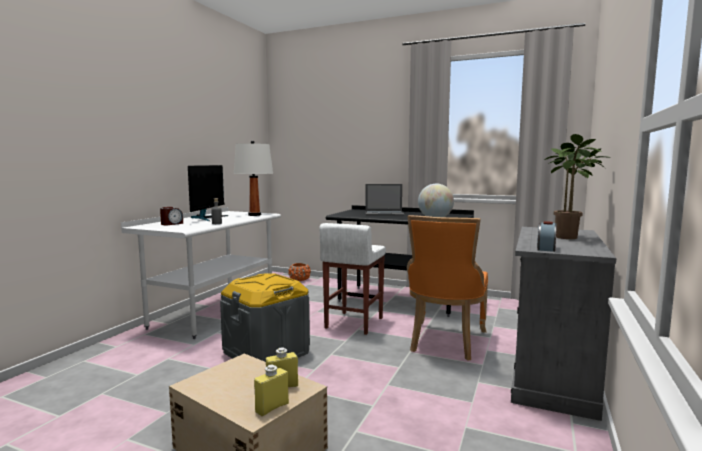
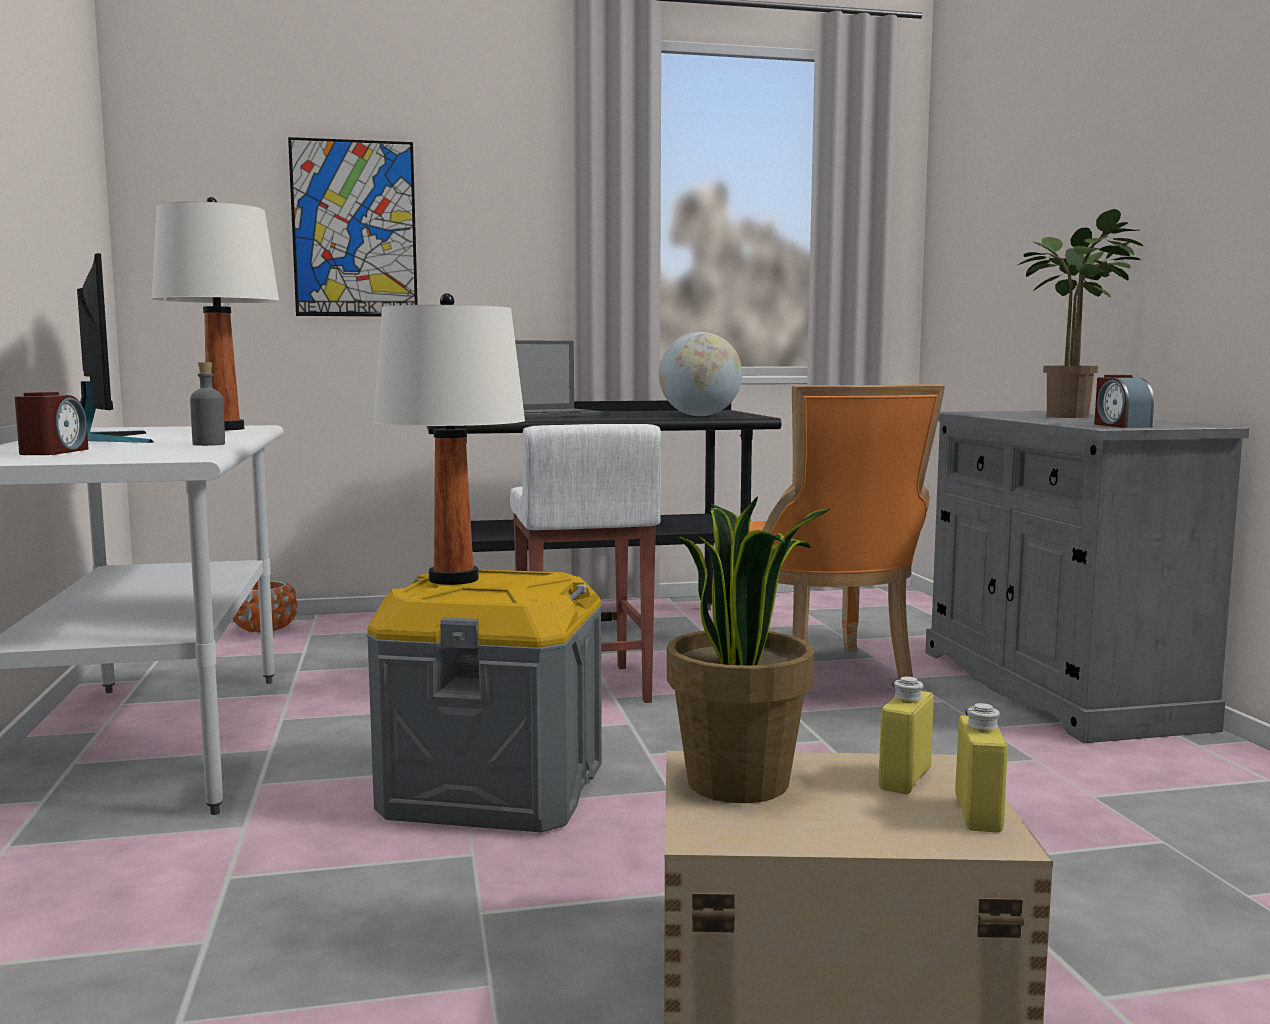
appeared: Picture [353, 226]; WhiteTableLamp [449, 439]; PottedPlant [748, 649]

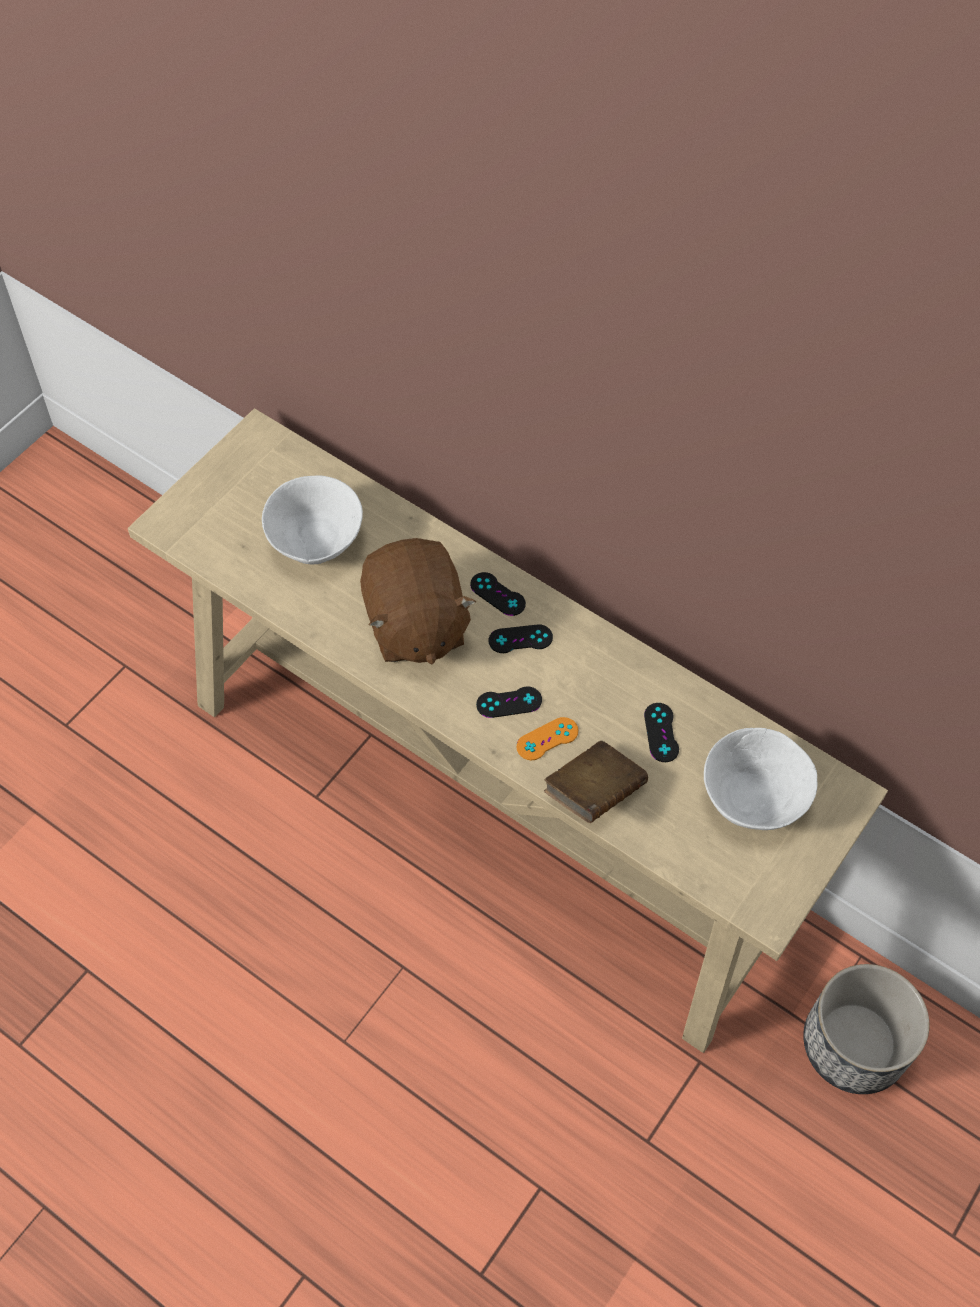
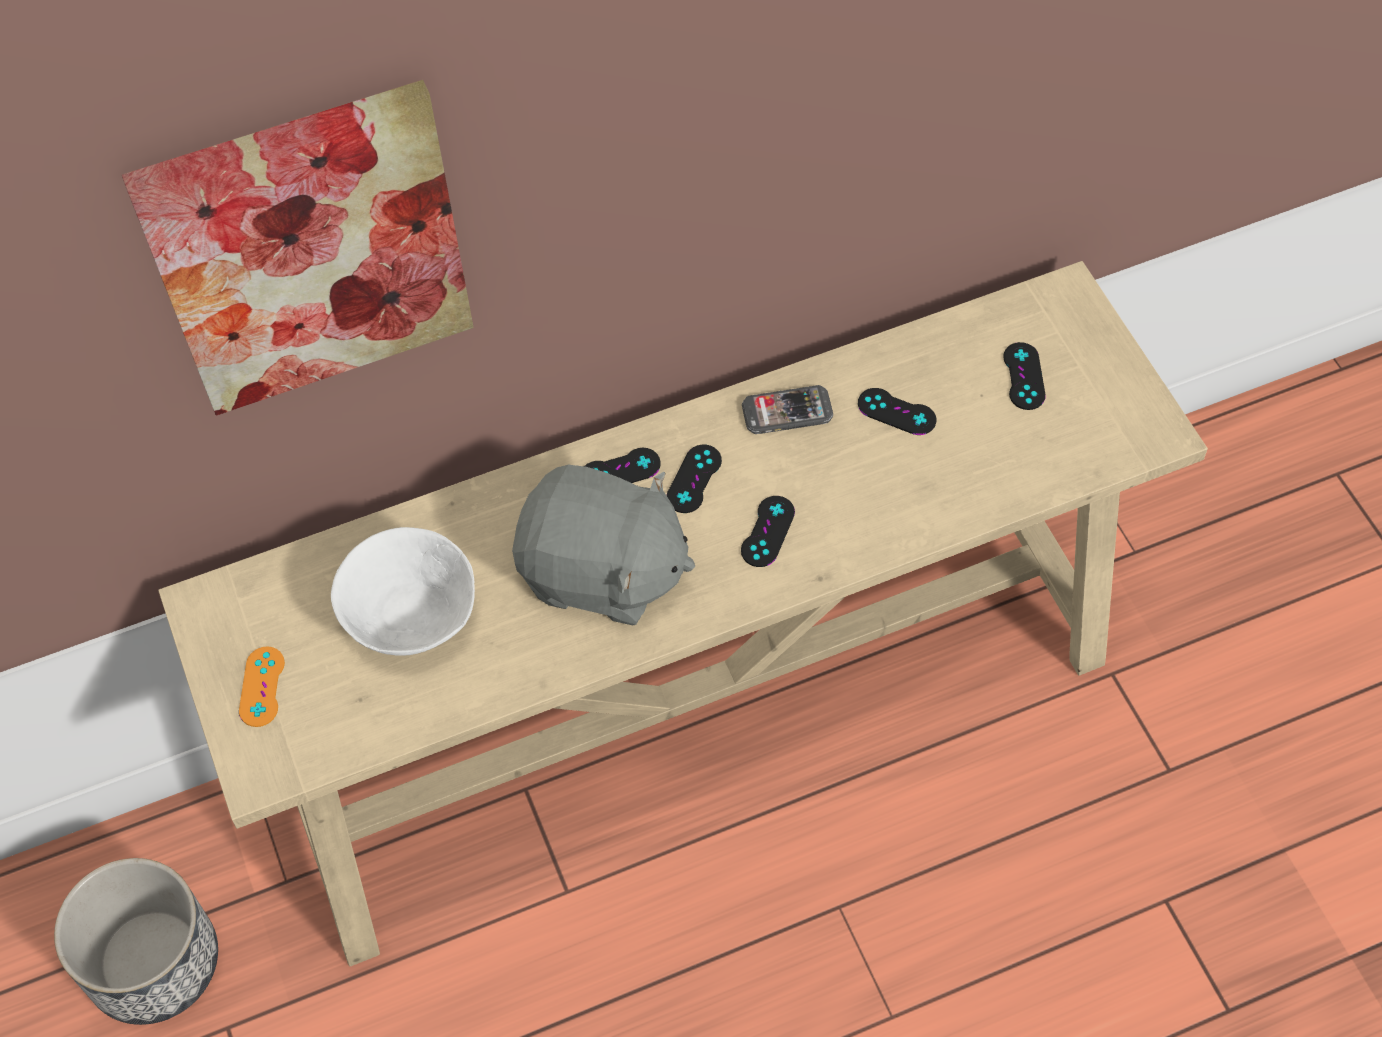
missing: BrownBook [596, 782]
appeared: Picture [298, 248]; Phone [787, 409]
relocated: OrangeGameController [547, 738] to [262, 686]; Planter [866, 1029] to [136, 941]
exchanged: WhiteBowl [760, 779] to BlackGameController [1024, 376]
colour: BrownPlushToy [418, 601] to GreyPlushToy [603, 545]

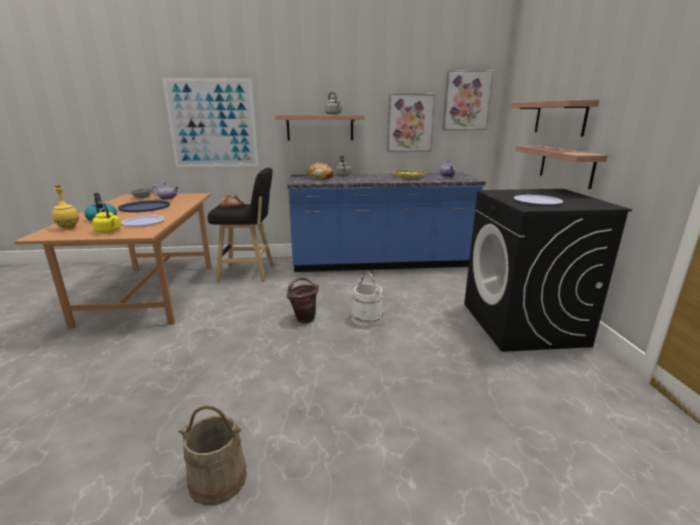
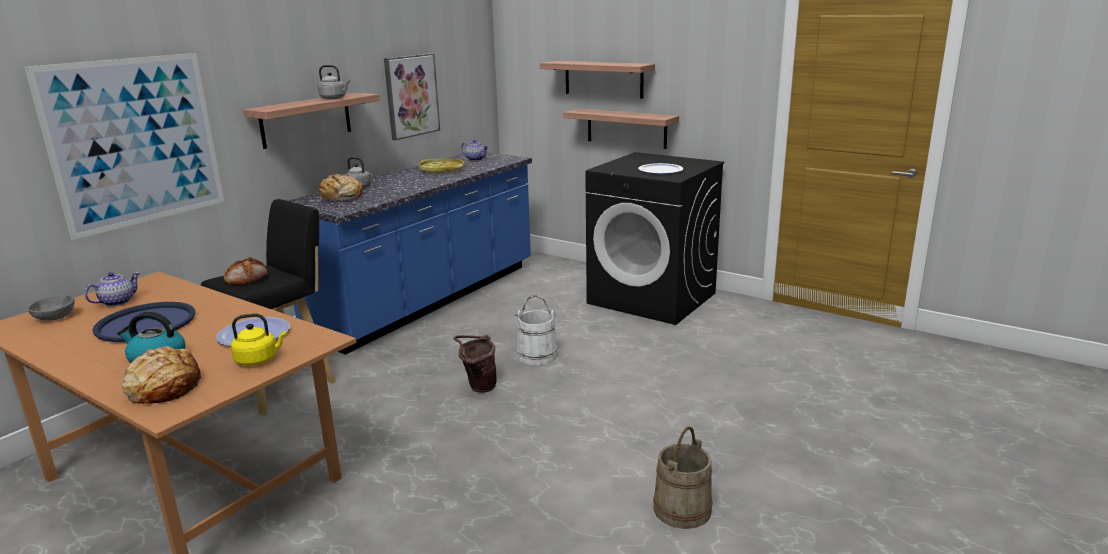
missing: Picture [468, 100]
exchanged: YellowBottle [65, 207] to Bread [161, 375]

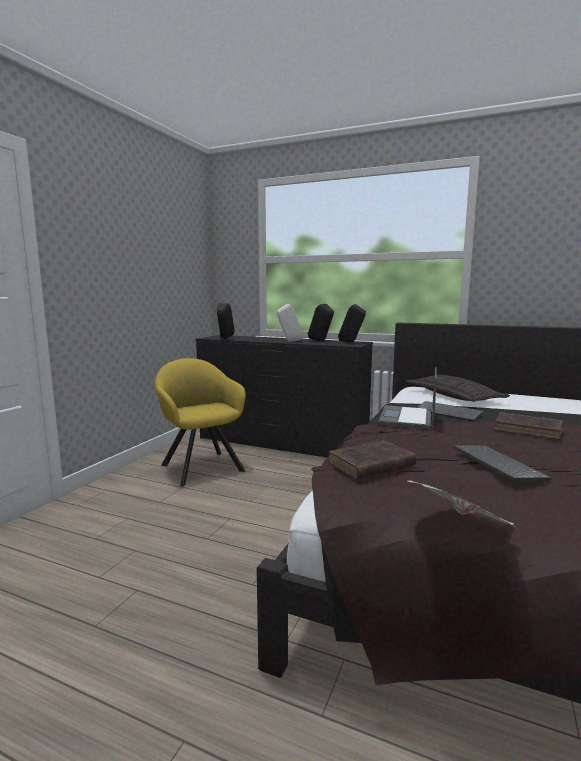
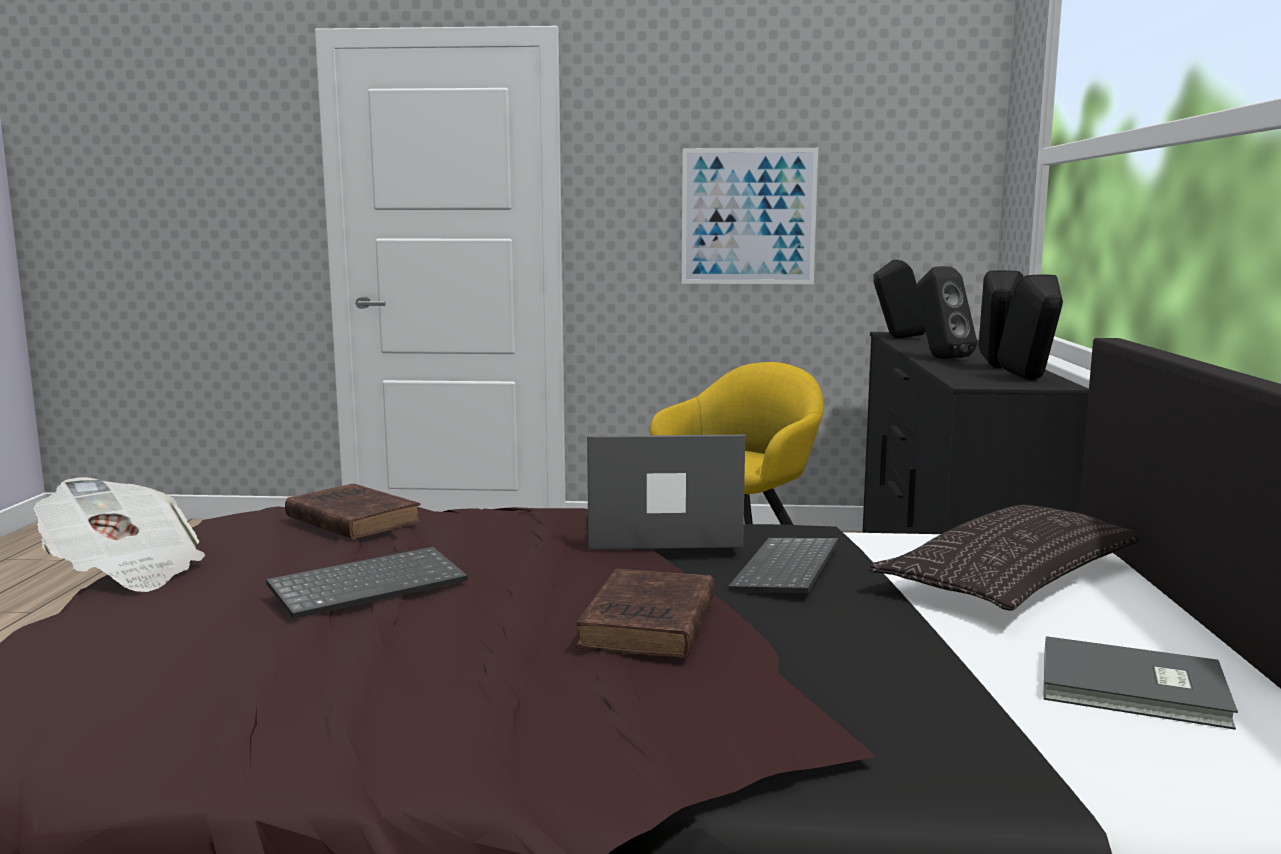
appeared: Picture [750, 216]; GreyBook [1140, 683]
colour: WhiteSpeaker [290, 323] to BlackSpeaker [946, 312]

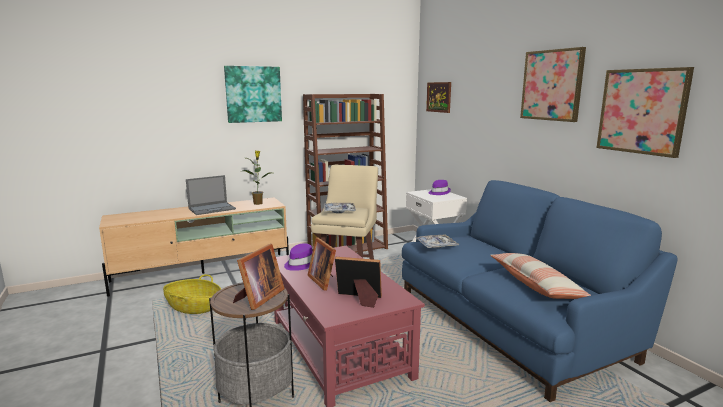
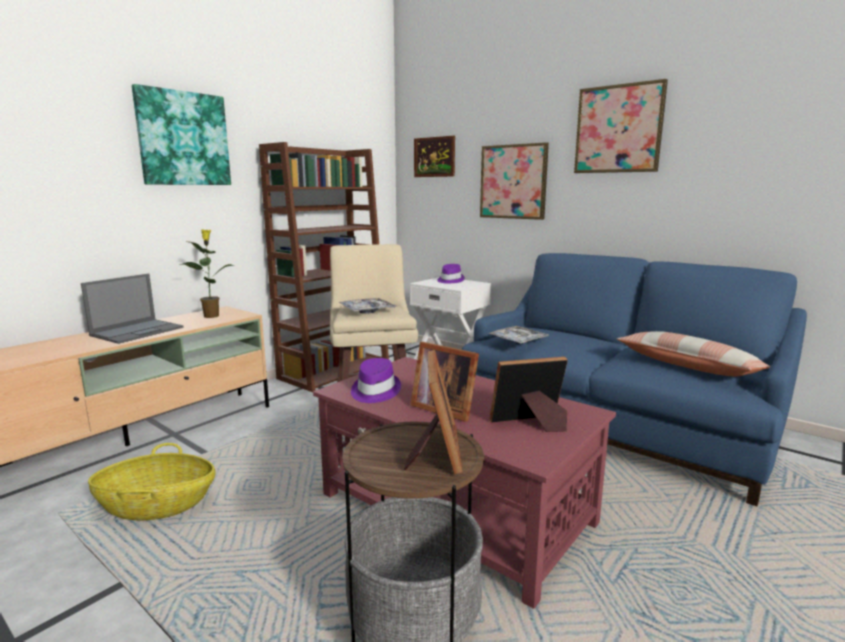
relocated: Picture [645, 112] to [514, 181]

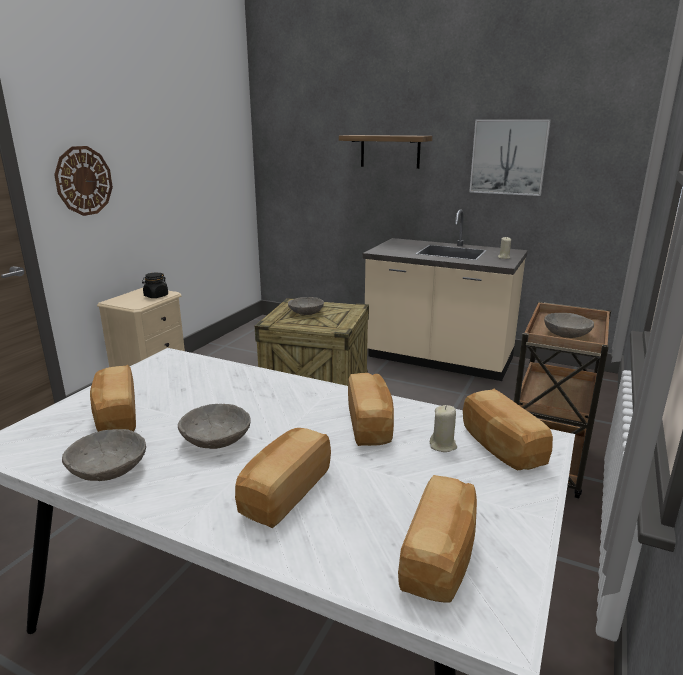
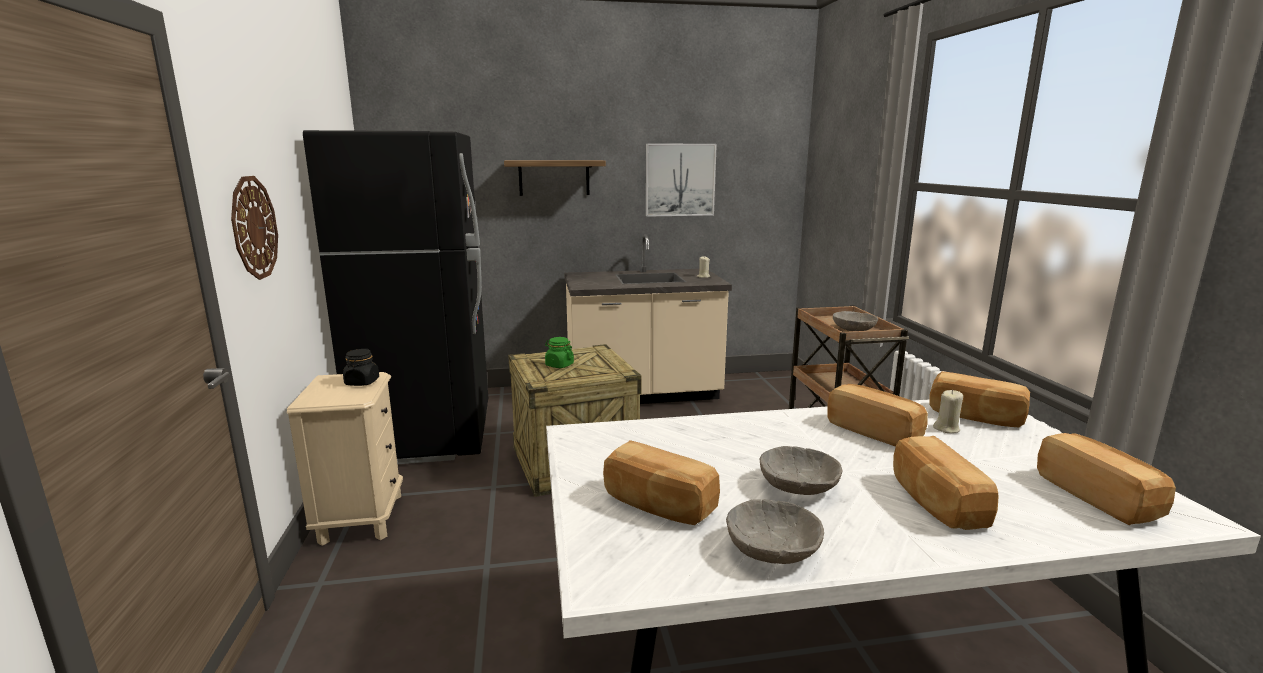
appeared: BlackFridge [395, 297]
exchanged: GreyBowl [306, 306] to GreenJar [559, 352]

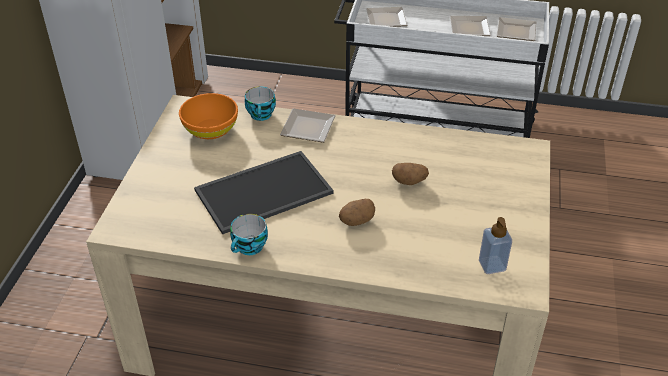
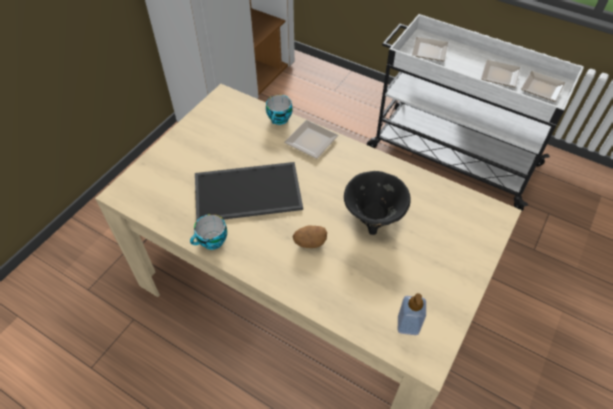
missing: OrangeBowl [208, 116]
exchanged: Potato [410, 174] to BlackBowl [377, 203]

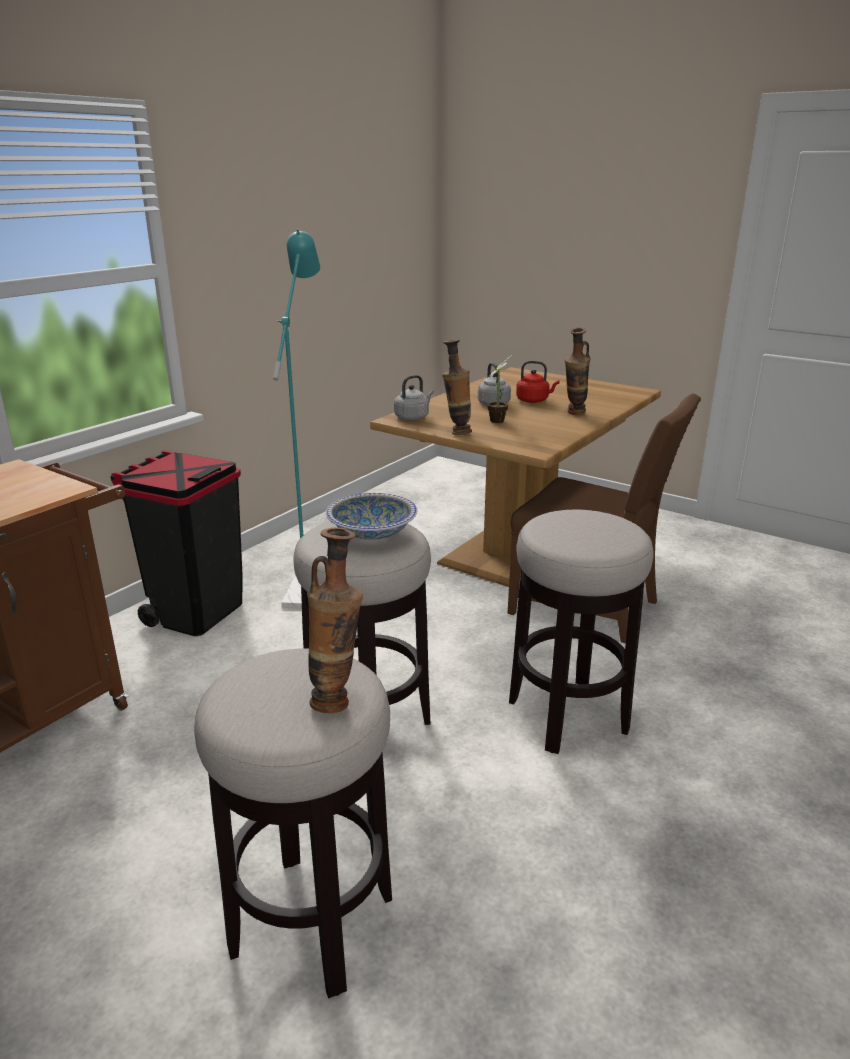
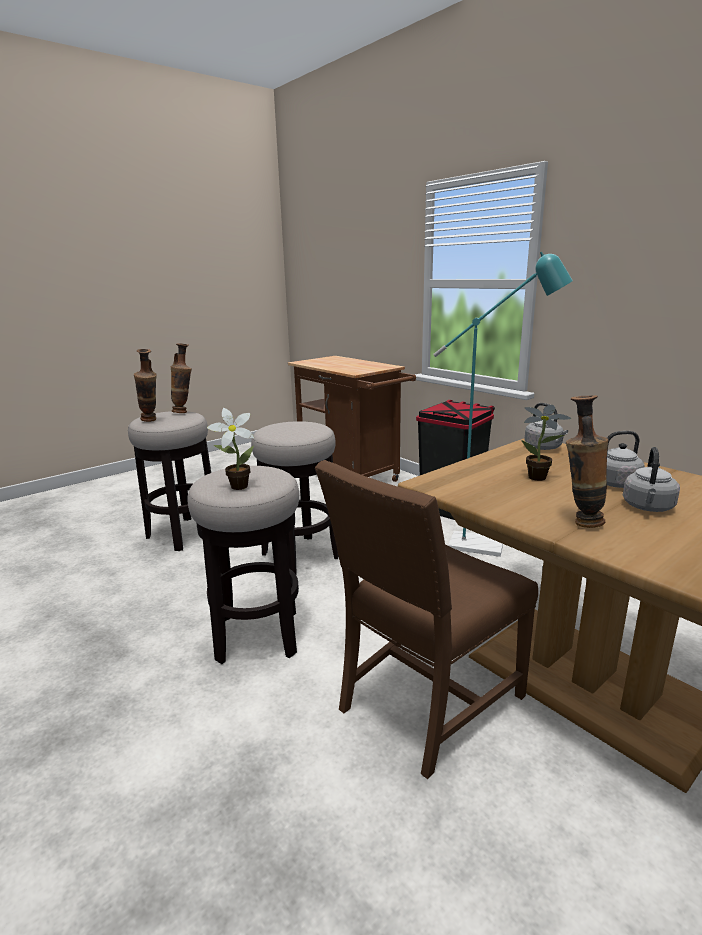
missing: Bowl [371, 516]
appeared: PottedPlant [230, 449]
relocated: Vase [457, 387] to [181, 378]
colour: RedKettle [537, 382] to GreyKettle [651, 479]

